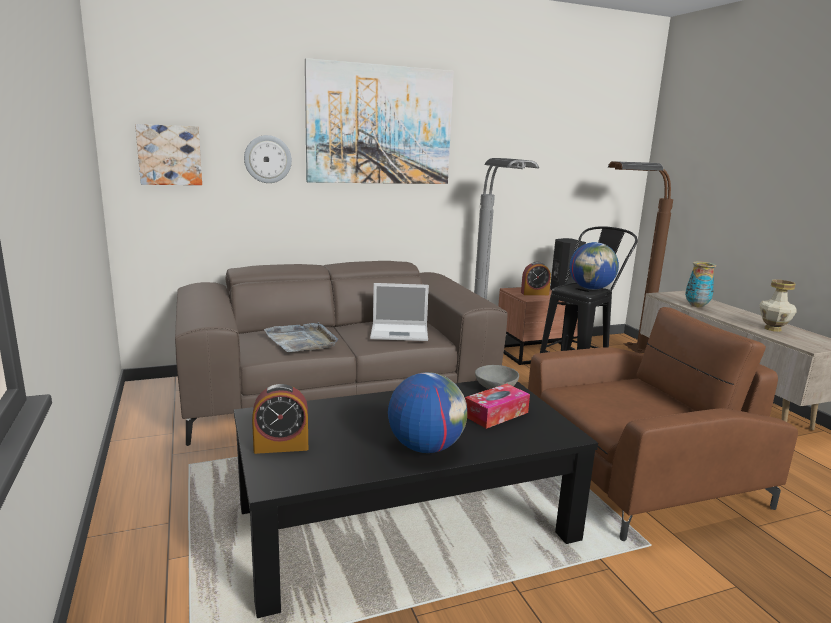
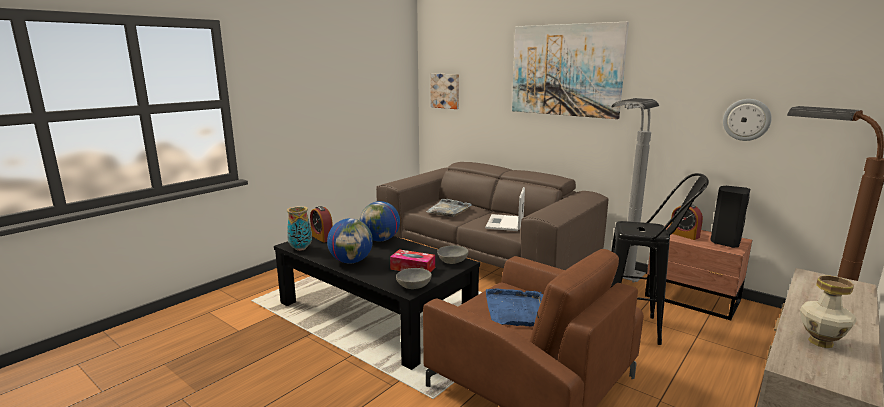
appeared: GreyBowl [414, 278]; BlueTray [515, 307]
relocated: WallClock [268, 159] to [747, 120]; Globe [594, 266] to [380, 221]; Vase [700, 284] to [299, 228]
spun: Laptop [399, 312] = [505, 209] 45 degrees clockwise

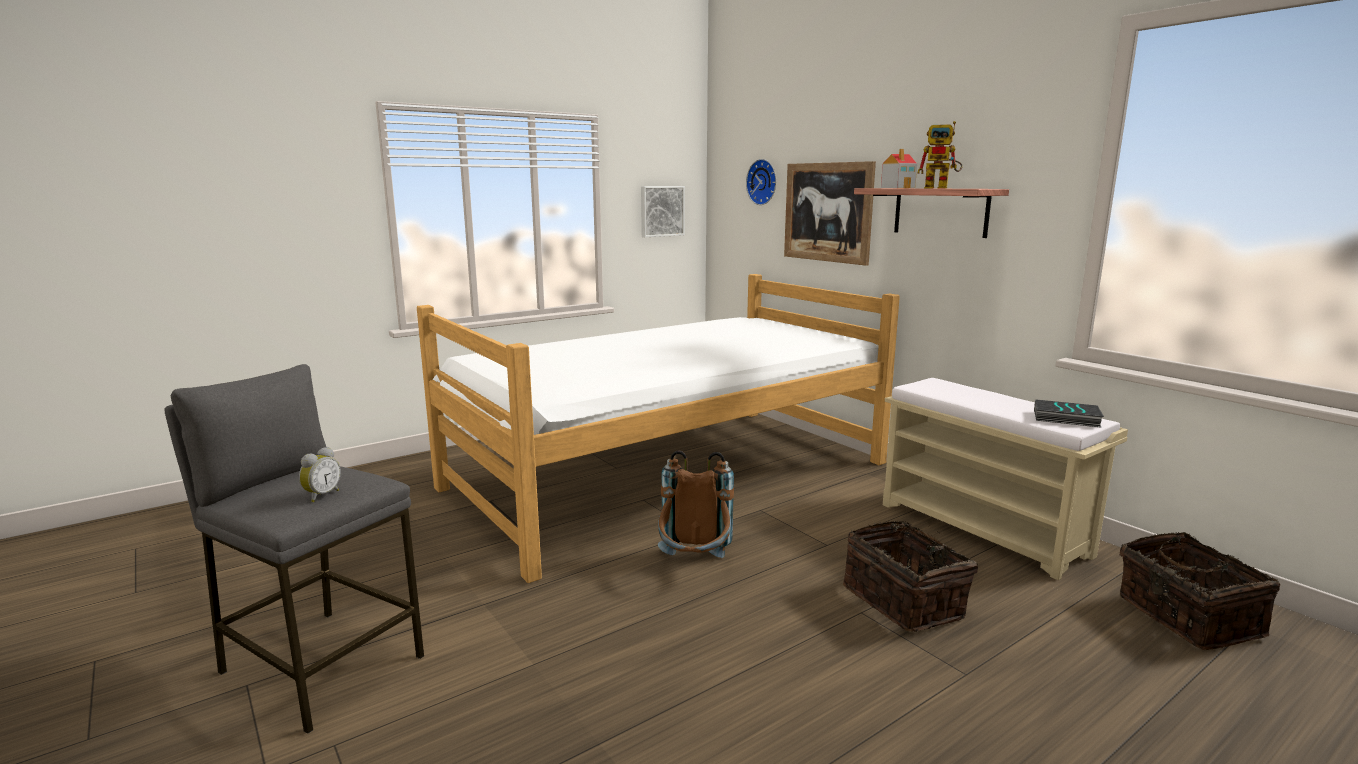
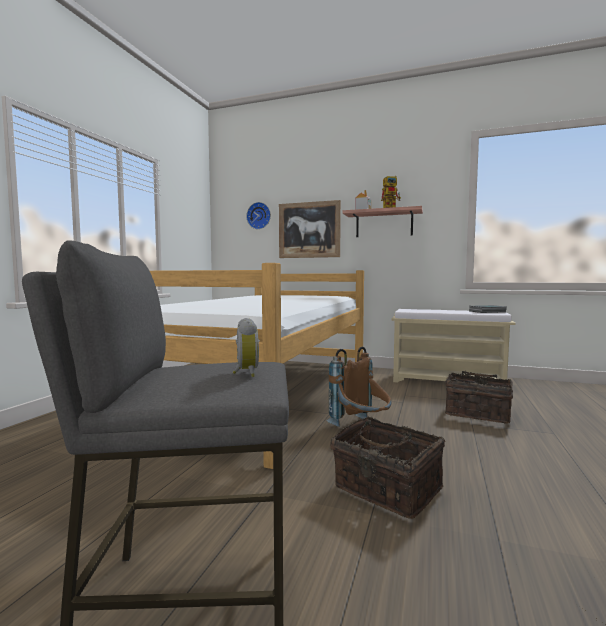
missing: Picture [663, 211]
relocated: Basket [1200, 591] to [388, 468]

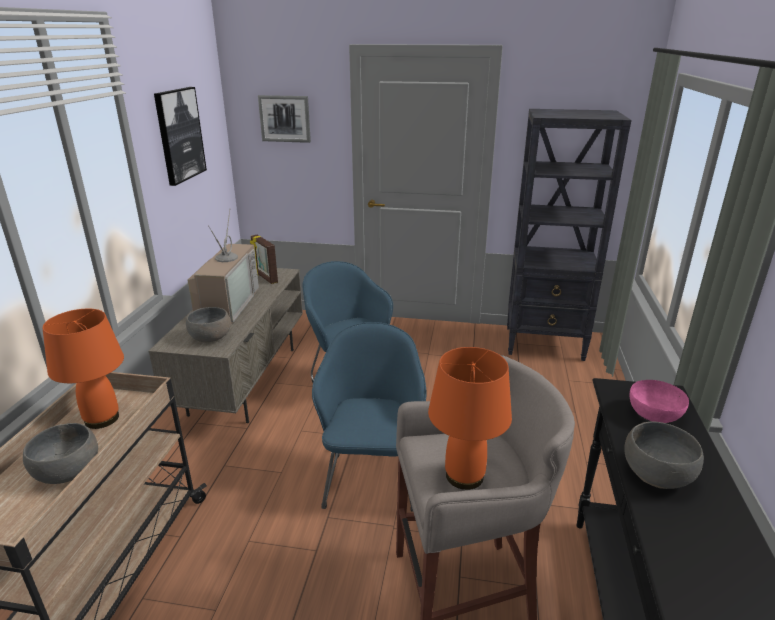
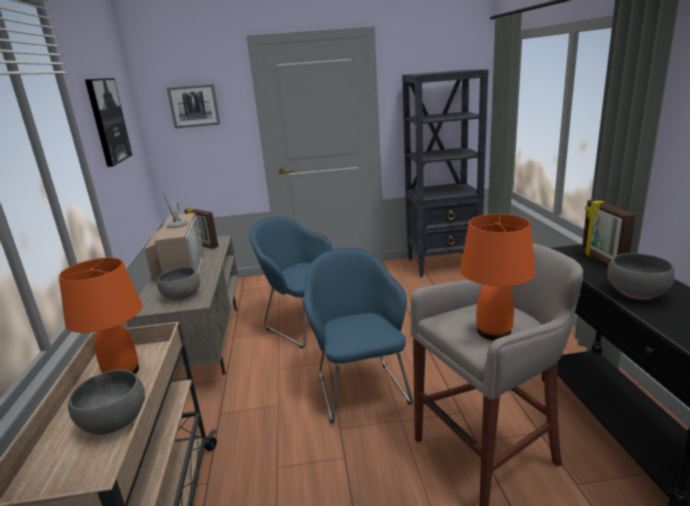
exchanged: PinkBowl [659, 401] to PictureFrame [609, 232]

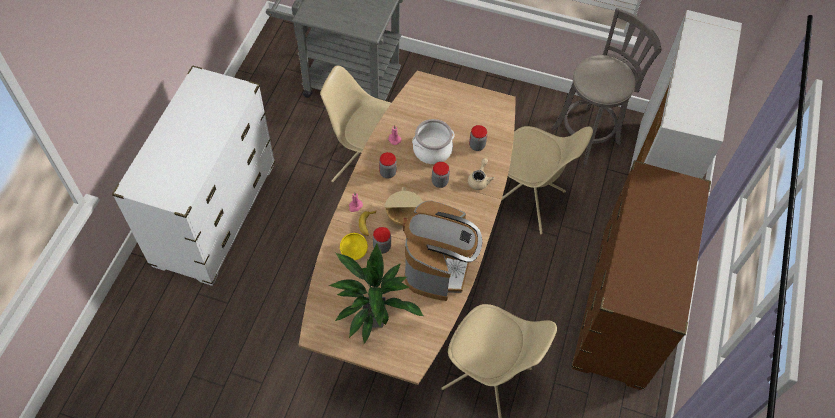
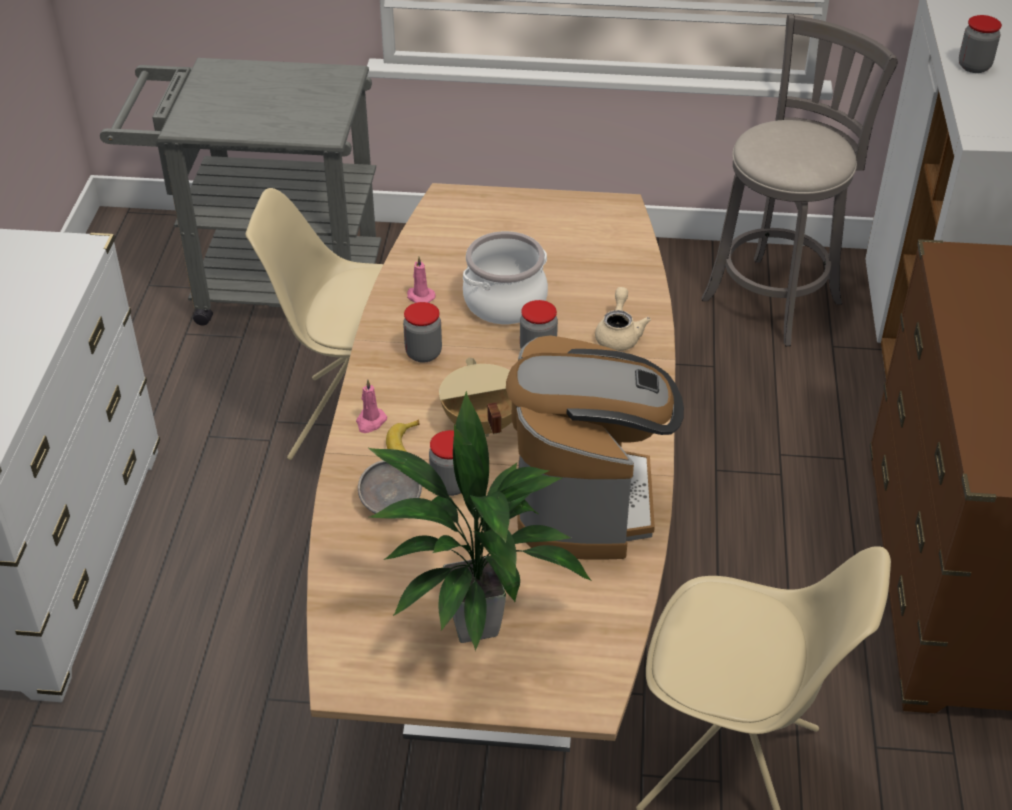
missing: BeigeChair [547, 180]
relocated: Jar [478, 138] to [980, 44]
colour: YellowBowl [354, 246] to GreyBowl [390, 487]

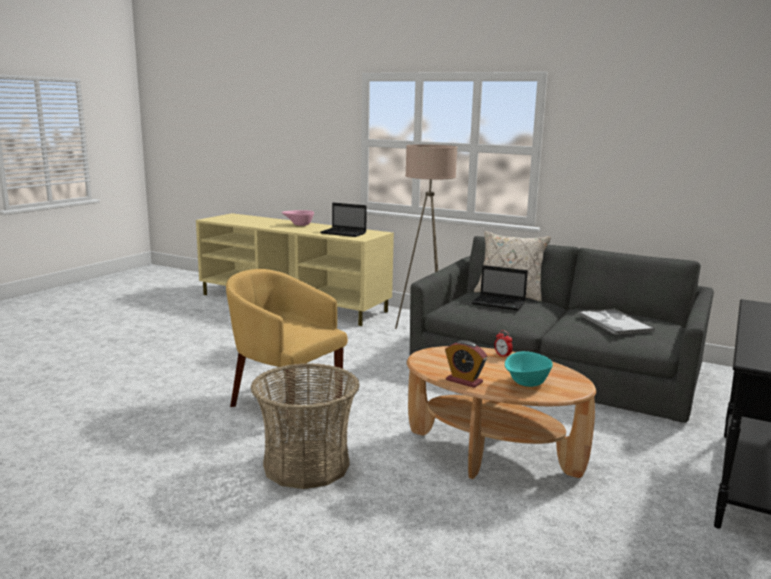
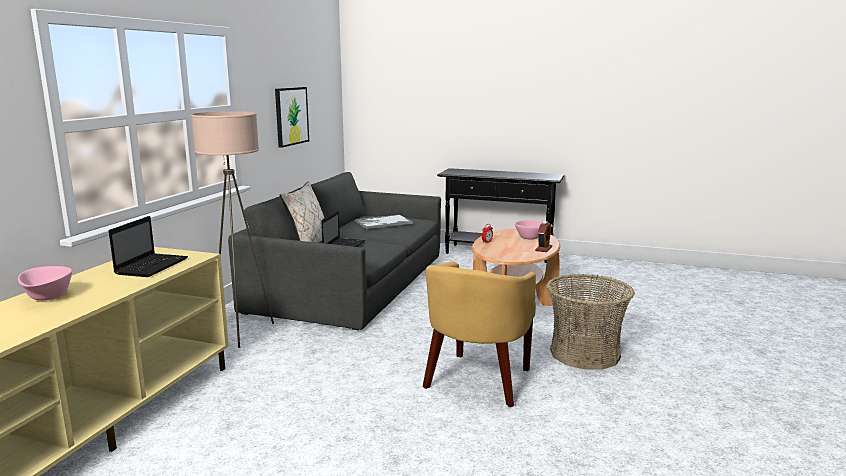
appeared: Picture [292, 117]
colour: TurquoiseBowl [529, 369] to PinkBowl [534, 230]

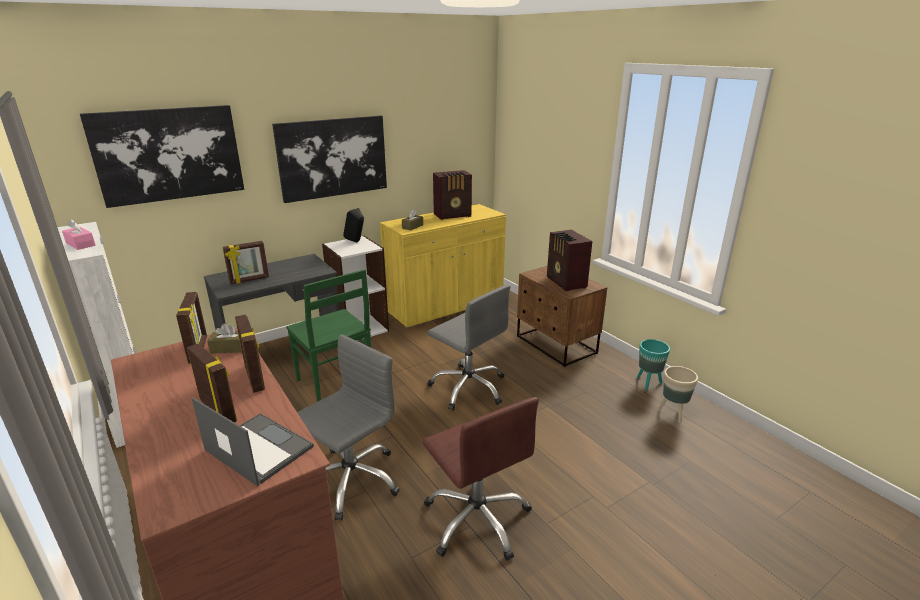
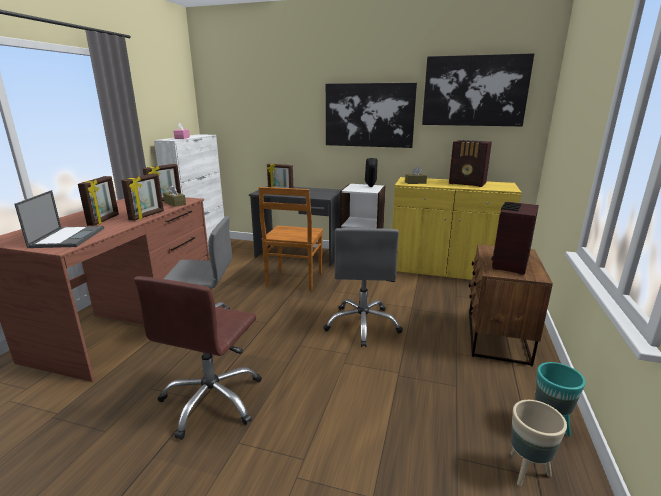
relocated: Picture [162, 156] to [478, 89]
colour: GreenChair [328, 335] to BrownChair [291, 239]

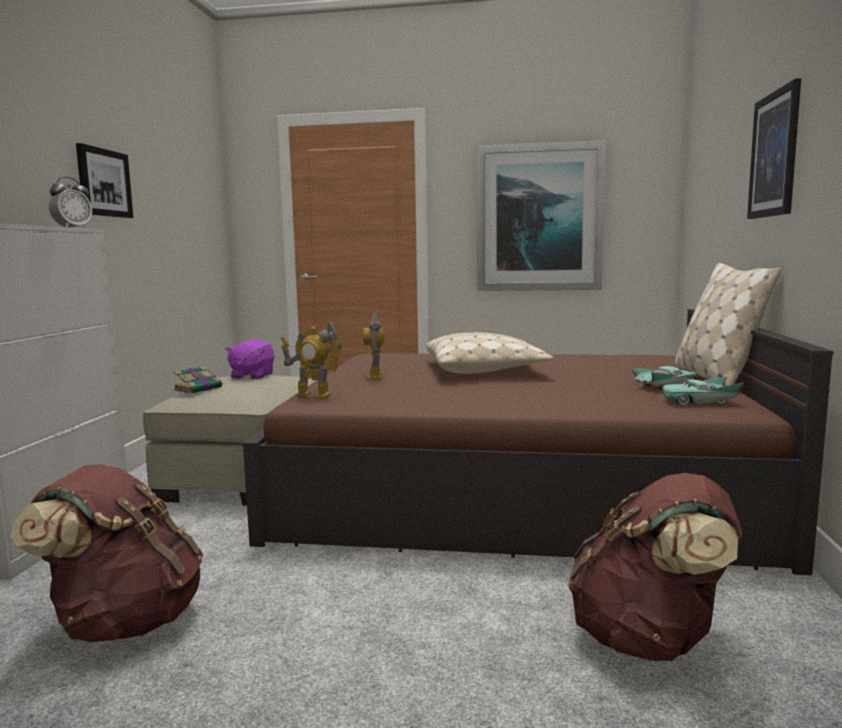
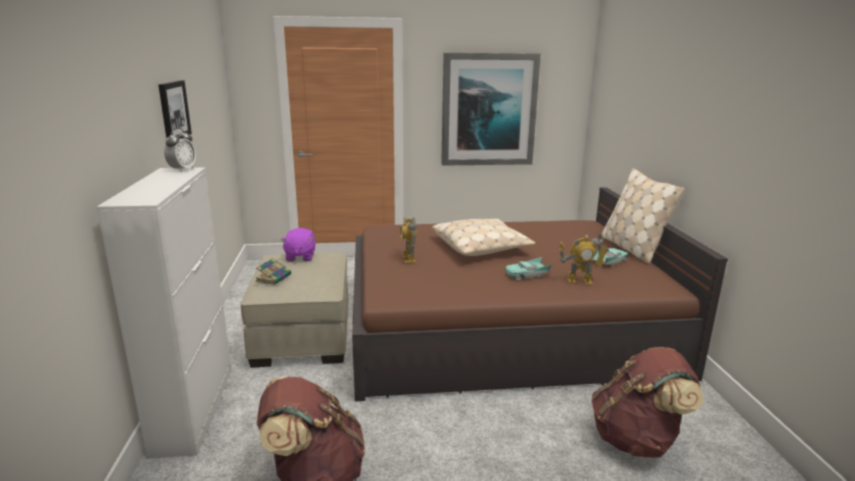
missing: Picture [774, 148]
relocated: ToyRobot [312, 359] to [583, 259]; TurquoiseToyCar [703, 391] to [529, 269]

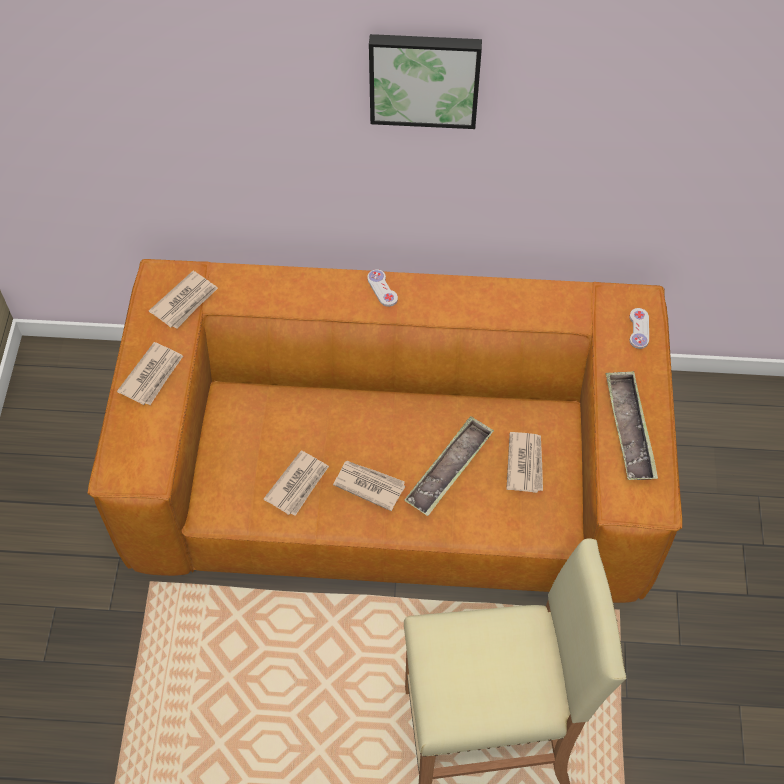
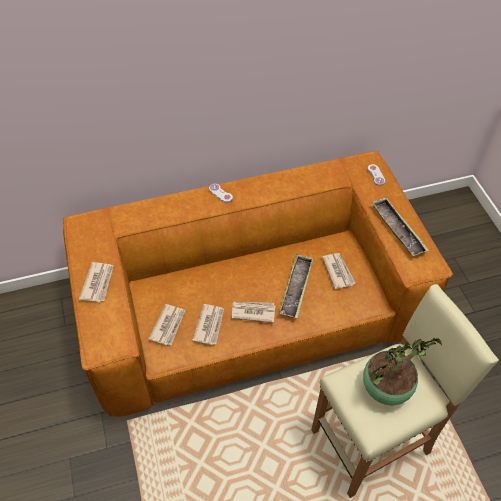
missing: Picture [425, 81]
appeared: PottedPlant [402, 371]
relocated: Newspaper [183, 300] to [167, 324]

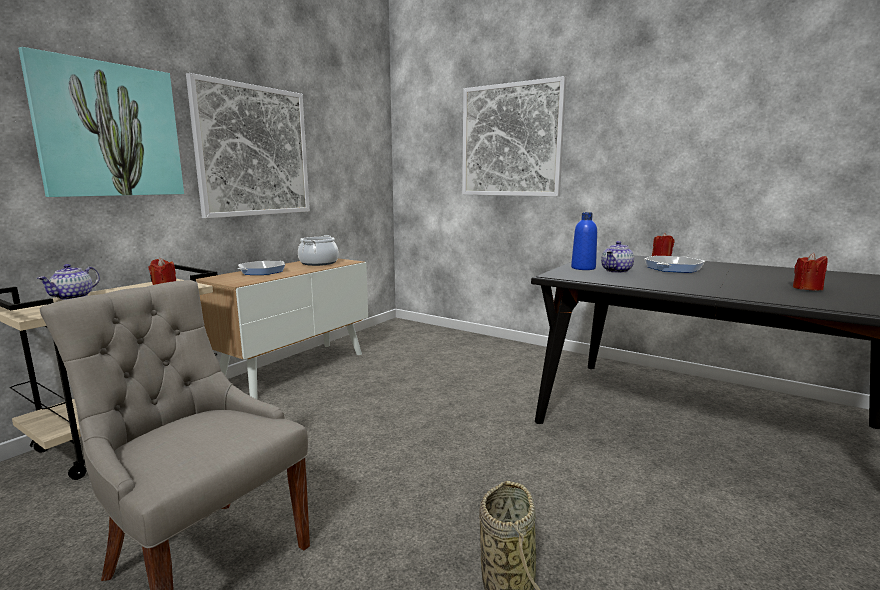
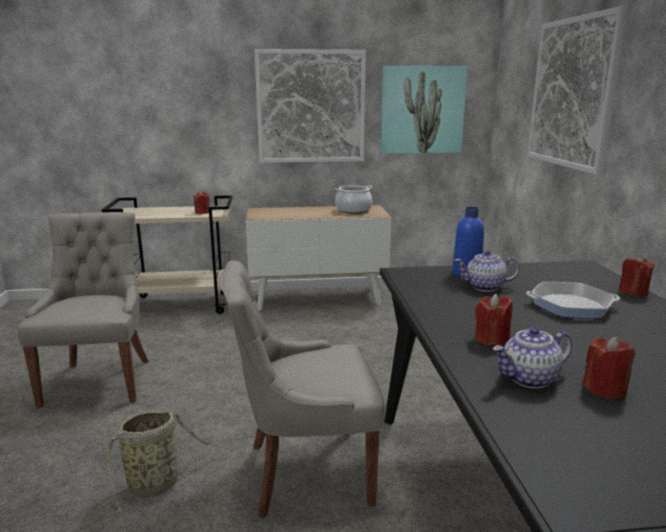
missing: FryingPan [261, 268]
appeared: GreyChair [302, 389]; RedCandle [493, 320]
relocated: Picture [101, 122] to [424, 110]; Teapot [68, 282] to [532, 358]

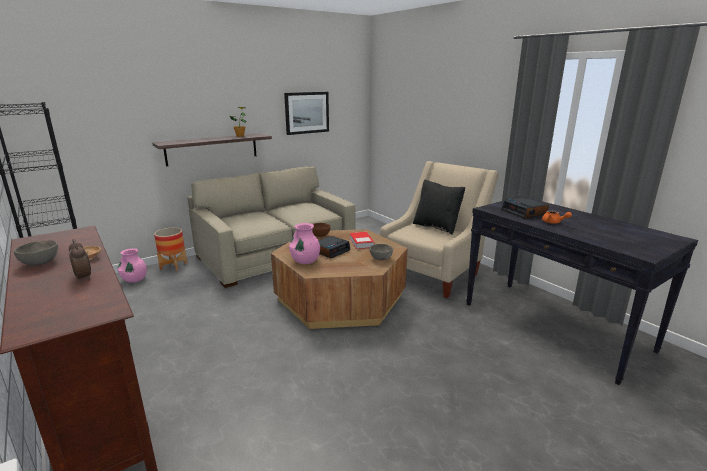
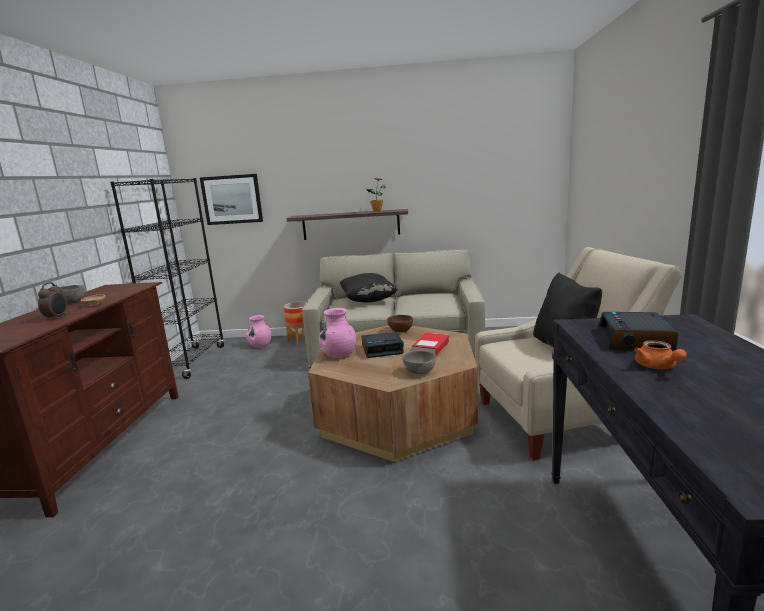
appeared: BlackPillow [369, 288]
relocated: Picture [306, 113] to [231, 199]

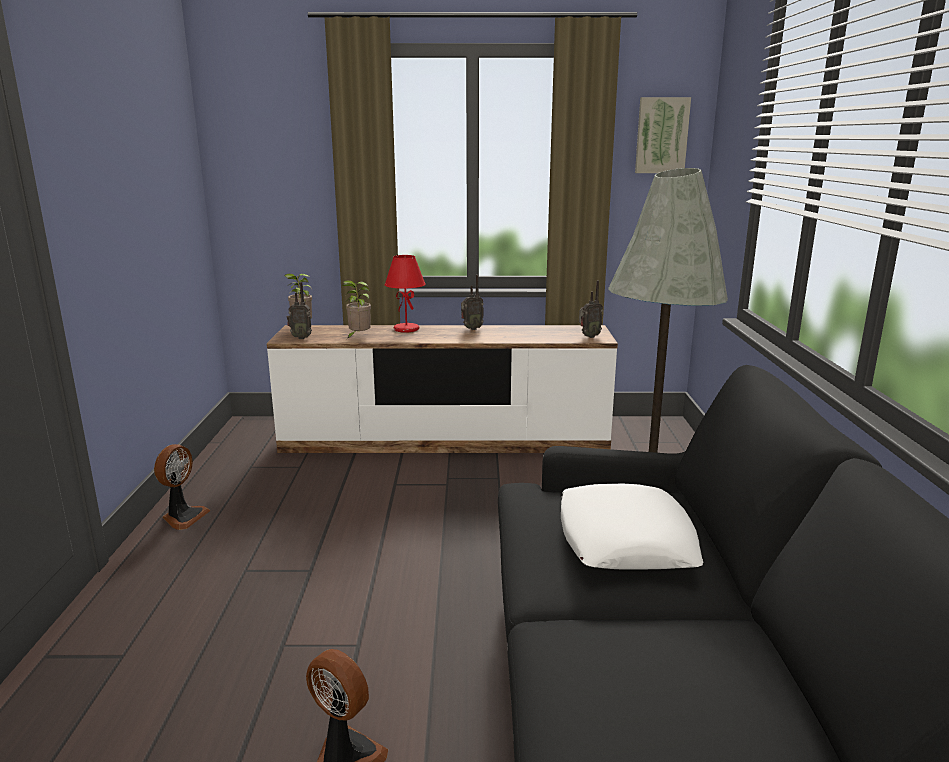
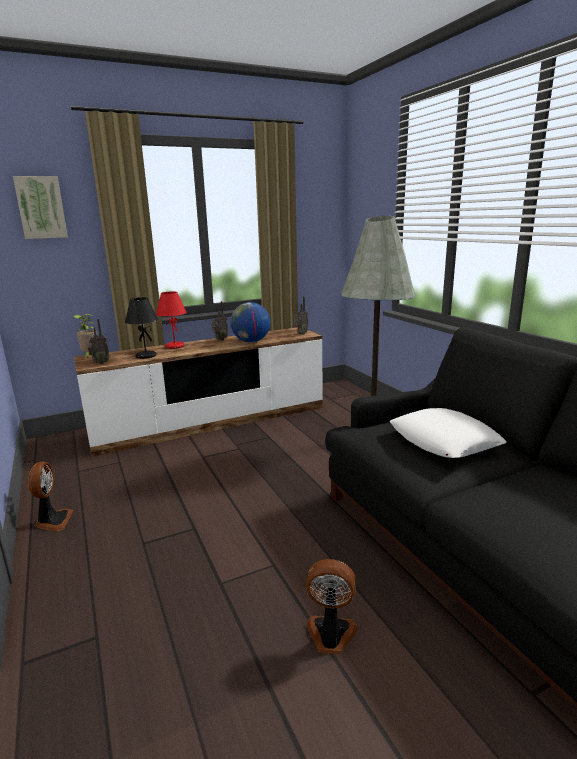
appeared: Globe [250, 322]
relocated: Picture [663, 135] to [40, 207]
exchanged: PottedPlant [356, 309] to BlackTableLamp [141, 328]

